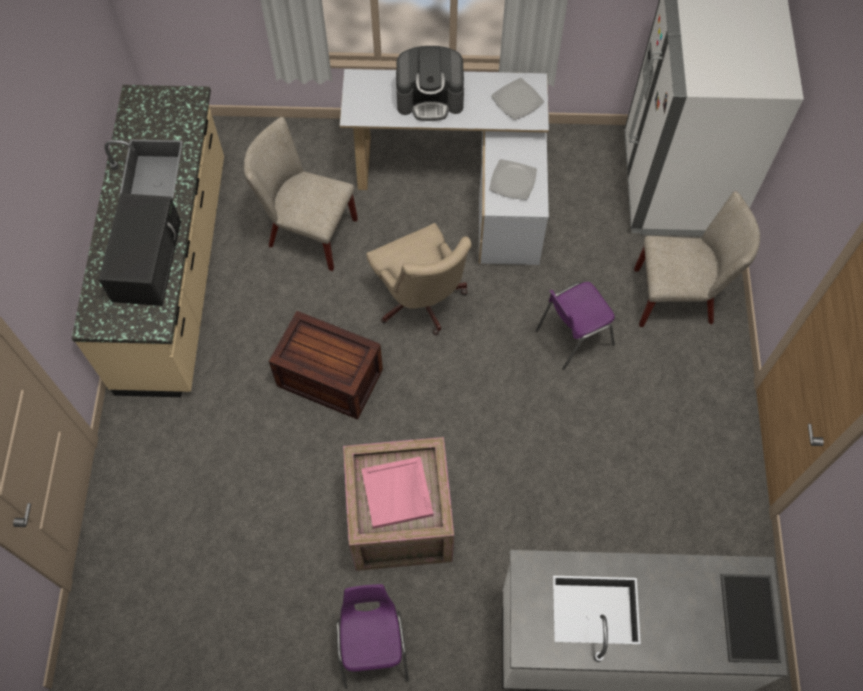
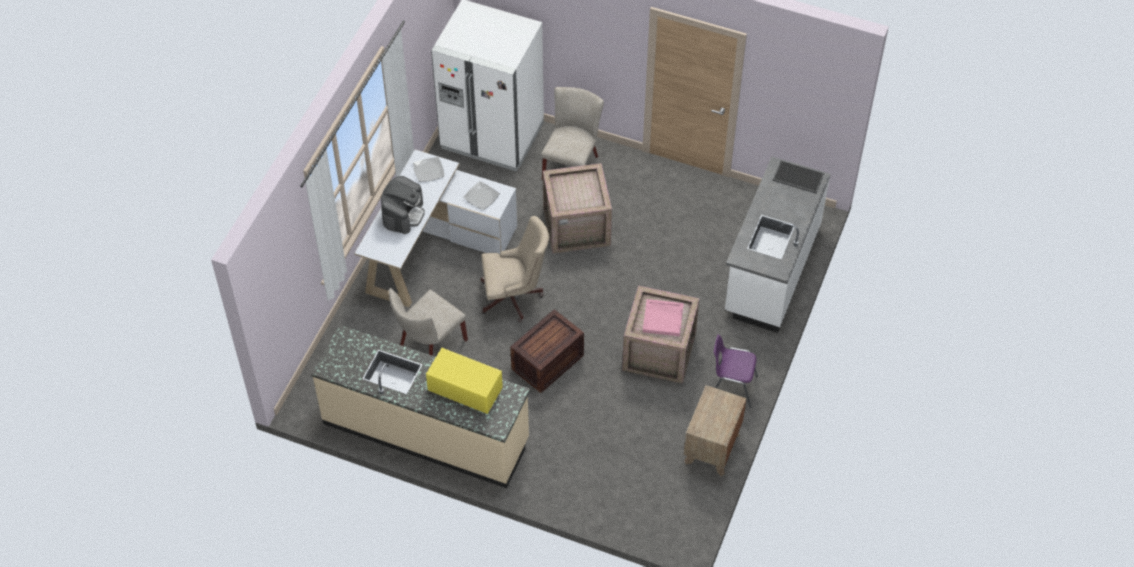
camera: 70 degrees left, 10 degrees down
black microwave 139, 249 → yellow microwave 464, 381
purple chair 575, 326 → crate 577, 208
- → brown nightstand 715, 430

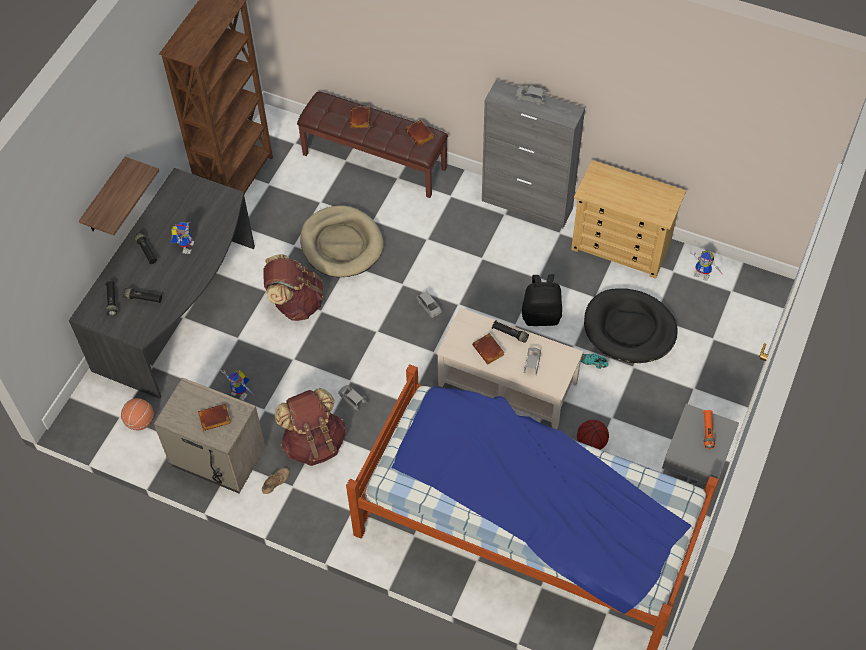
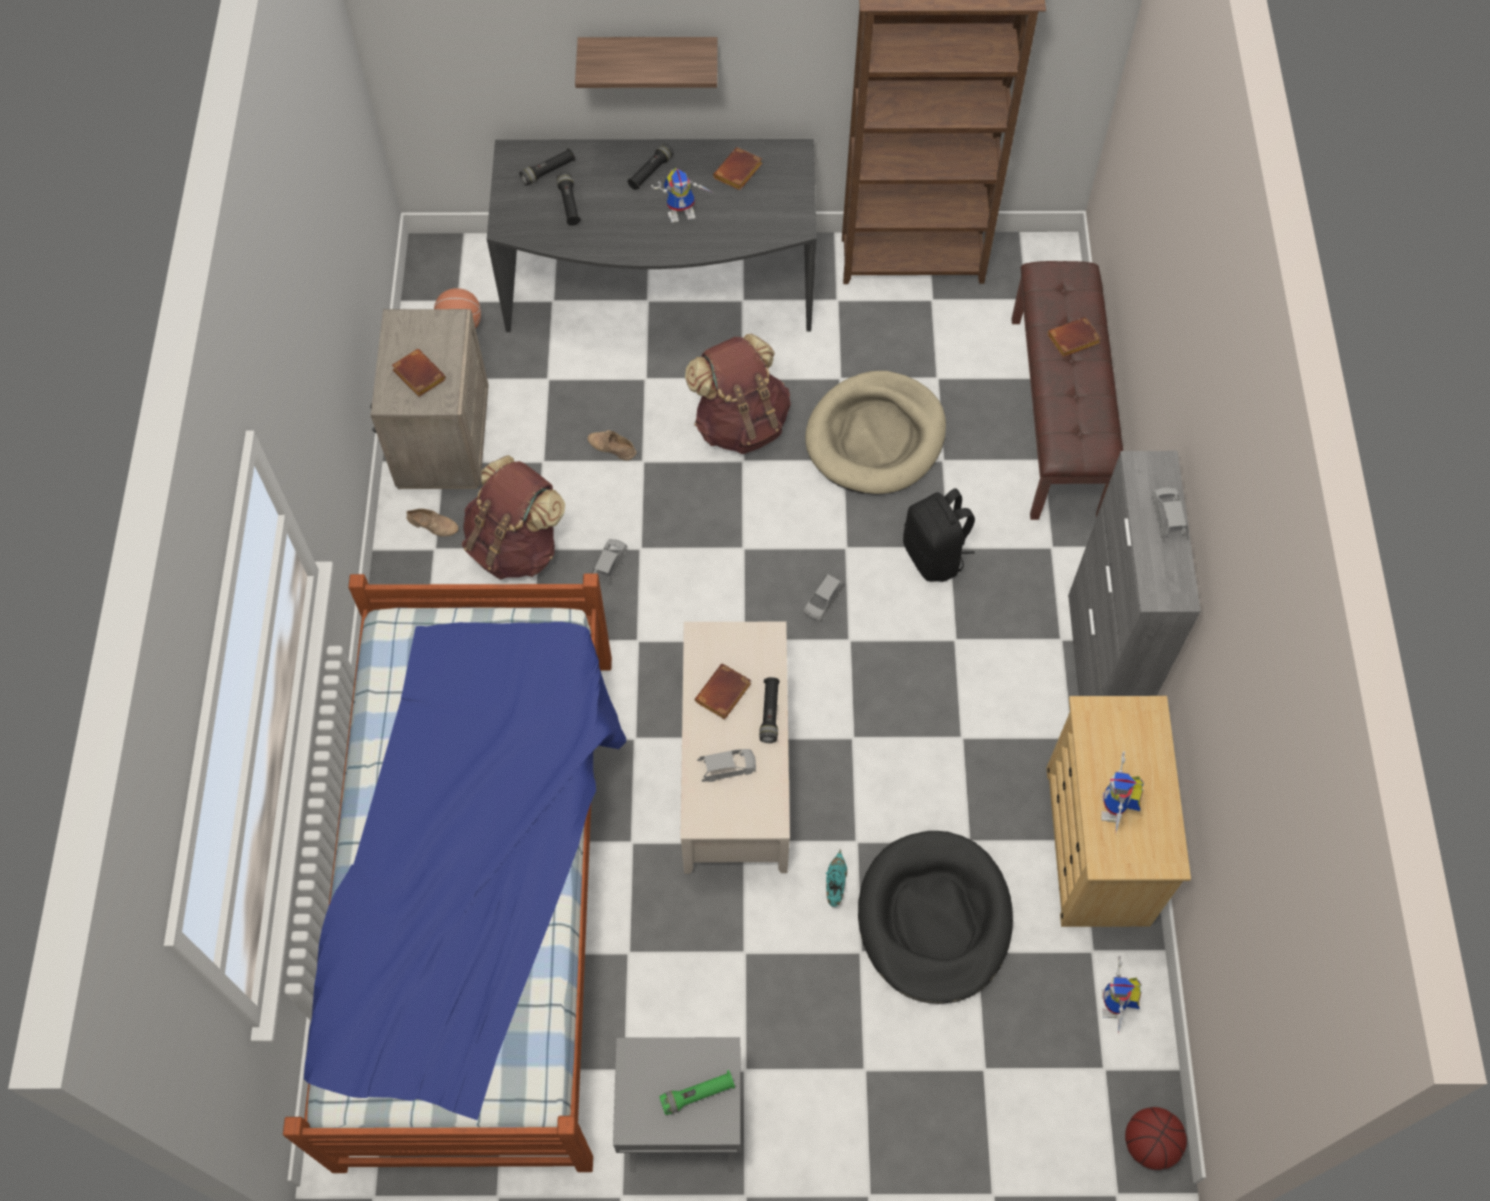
camera: 65 degrees right, 5 degrees up
toy robot 236, 385 → toy robot 1122, 793, moved
brown book 419, 133 → brown book 738, 168, moved
black backpack 542, 300 → black backpack 939, 535, moved
basketball 593, 435 → basketball 1156, 1138, moved
orange flashlight 709, 429 → green flashlight 697, 1092
- → beige shoe 612, 445

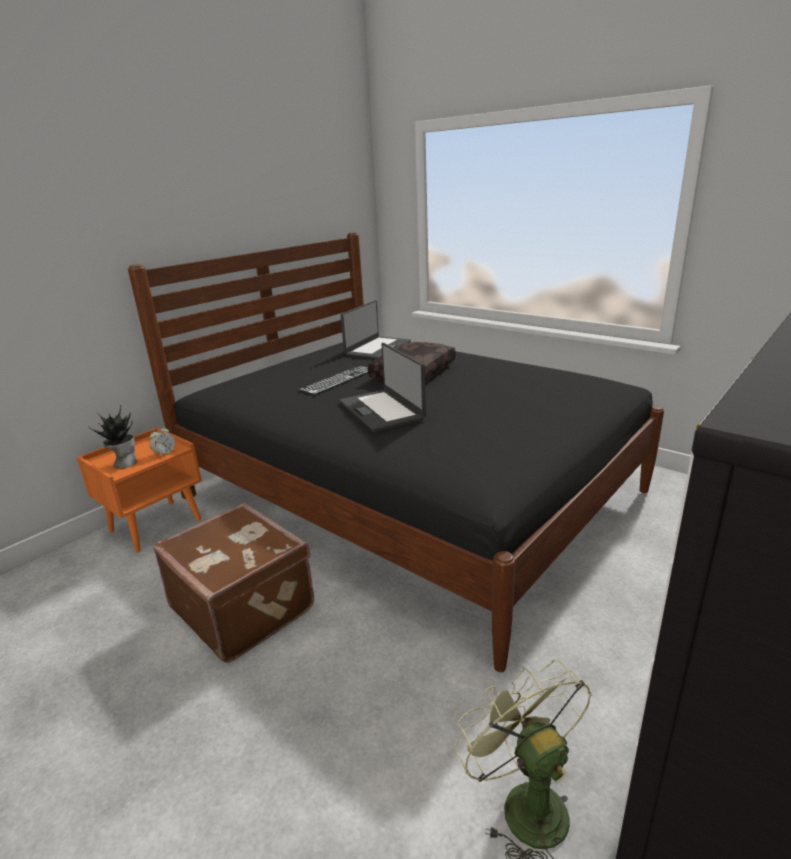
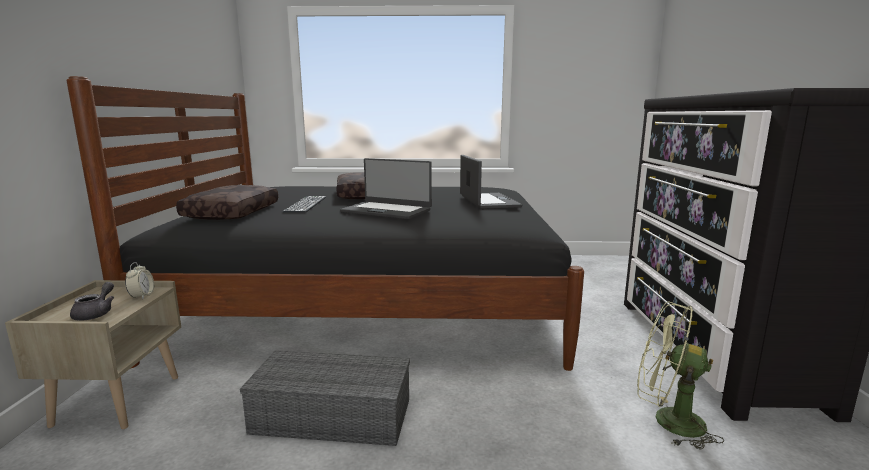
camera: 40 degrees left, 10 degrees down
orange nightstand 139, 489 → beige nightstand 93, 354
potted plant 112, 437 → grey teapot 92, 301
brown suitcase 233, 583 → grey storage box 325, 398
laptop 376, 329 → laptop 491, 182, moved
- → brown pillow 227, 202

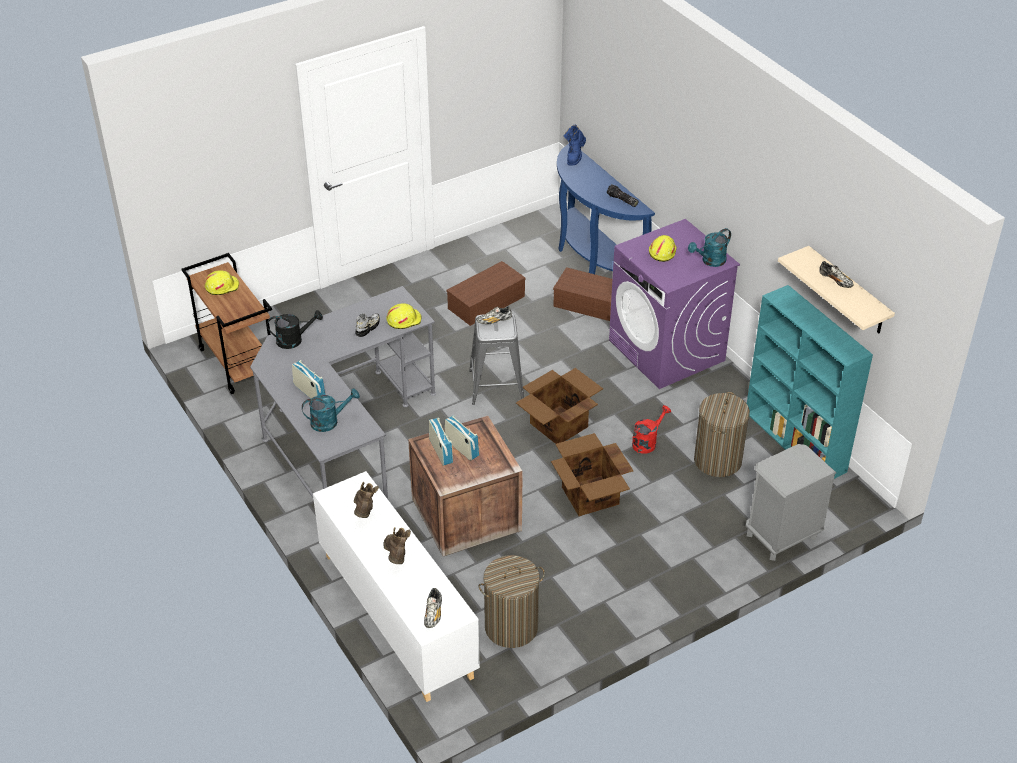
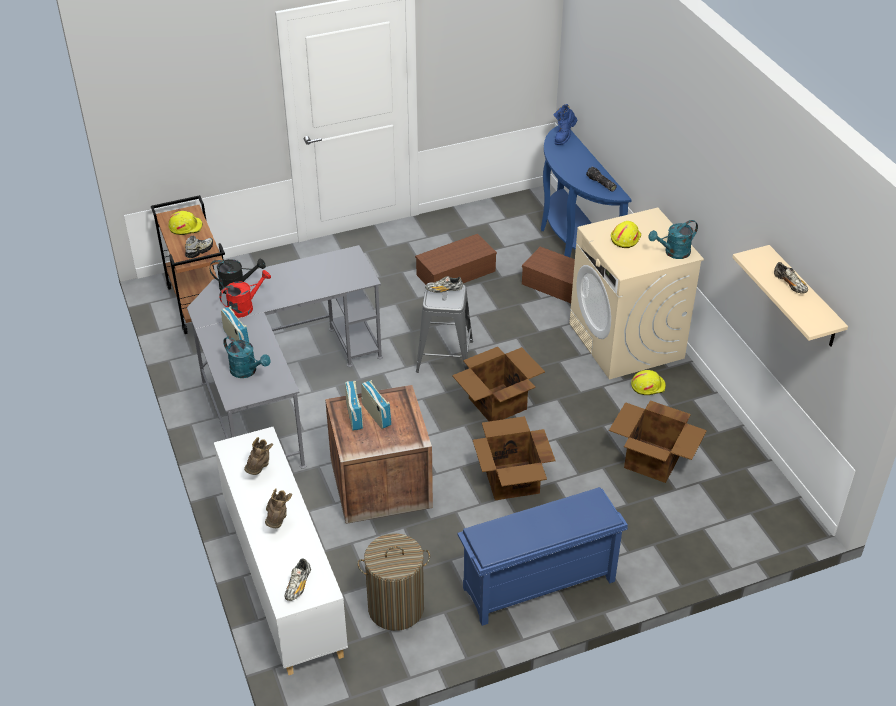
camera: 10 degrees right, 0 degrees up
turquoise watering can 331, 410 → turquoise watering can 247, 357, 45 degrees clockwise
shoe 367, 325 → shoe 199, 247, moved
yellow hard hat 403, 316 → yellow hard hat 648, 382, moved
purple washing machine 674, 304 → beige washing machine 636, 293
red watering can 651, 429 → red watering can 245, 294, moved
laundry basket 722, 434 → cardboard box 658, 441
grey nightstand 791, 502 → -
turquoise bookcase 810, 382 → -
- → blue shoe rack 542, 556

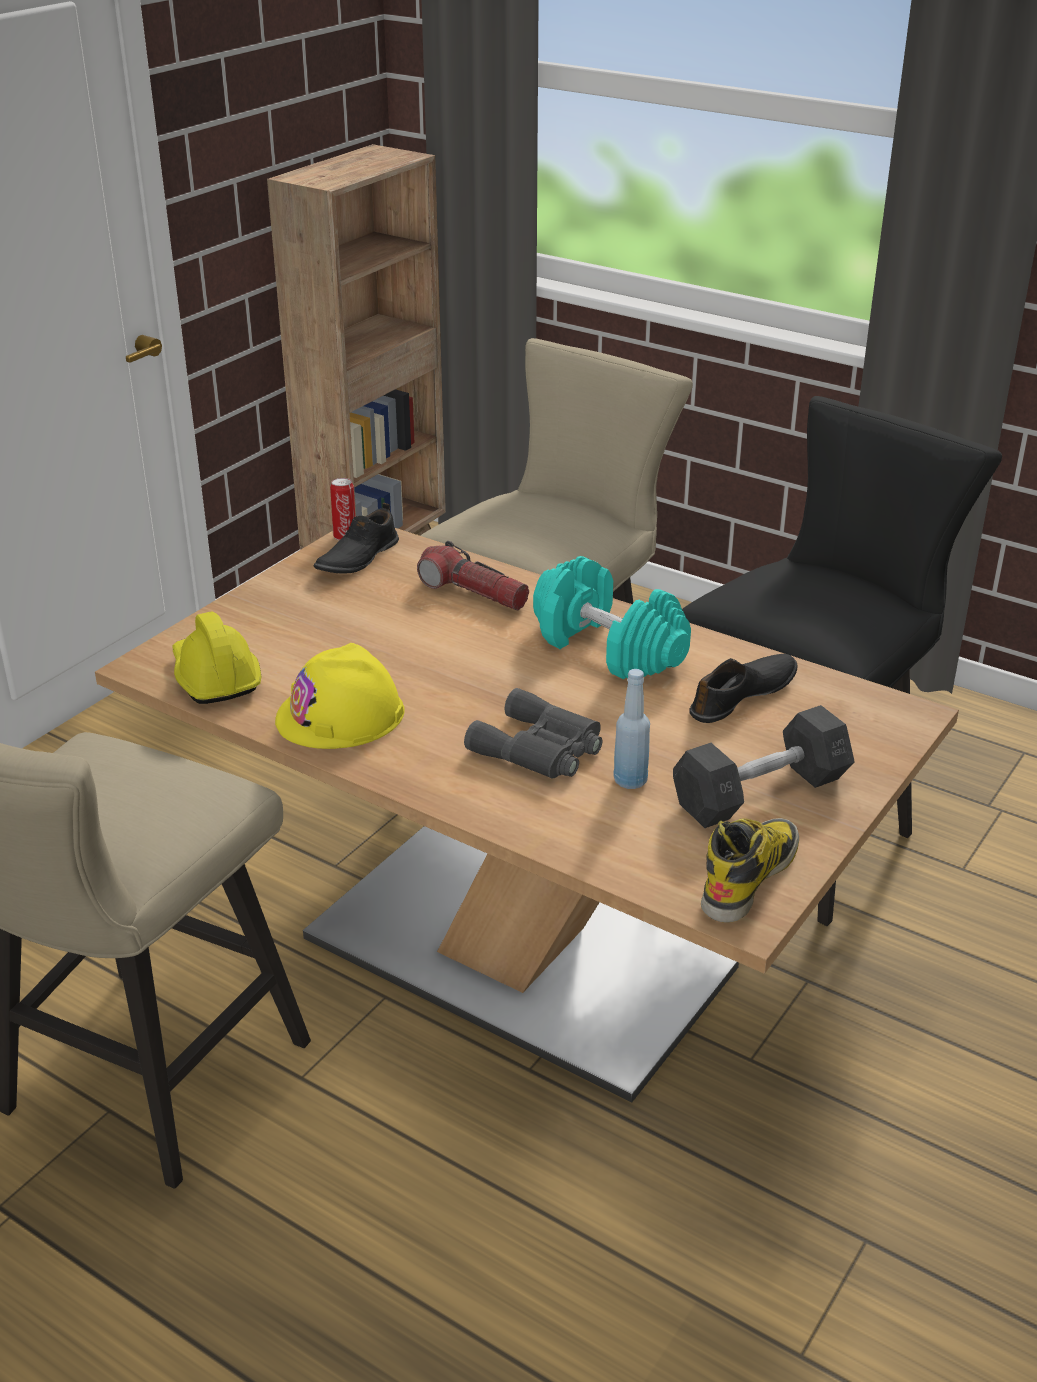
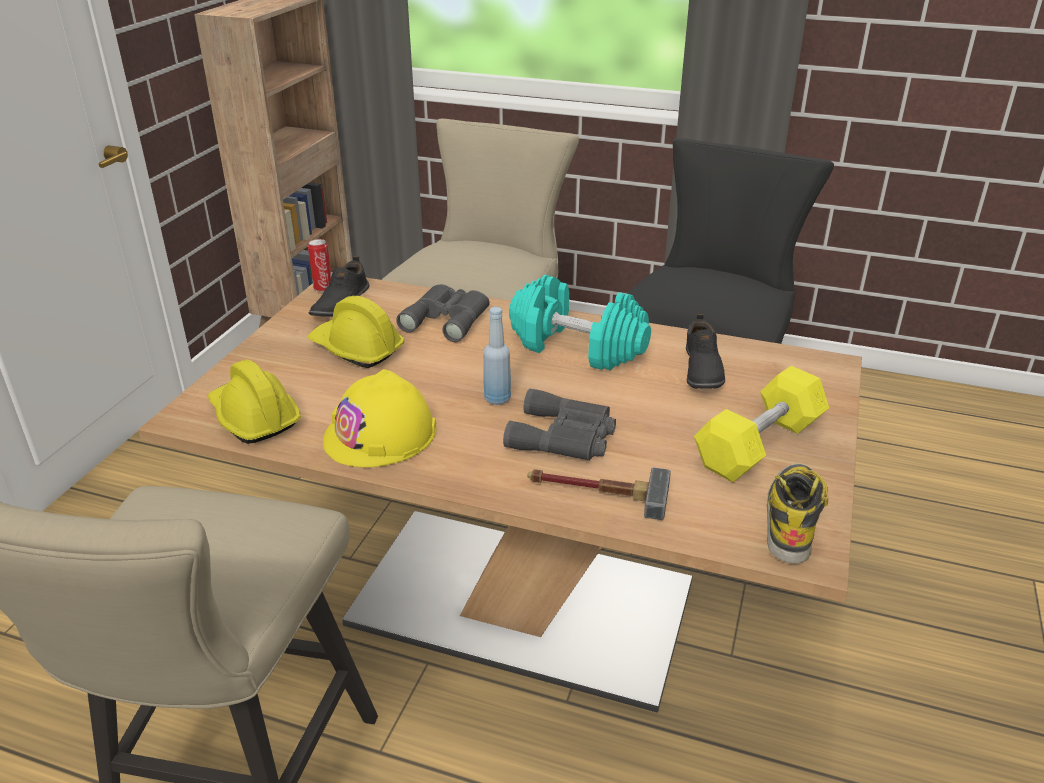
camera: 15 degrees left, 0 degrees up
flashlight 473, 575 → grey binoculars 443, 313
blue bottle 631, 729 → blue bottle 497, 356, moved
grey dumbbell 764, 766 → yellow dumbbell 761, 424
black shoe 743, 688 → black shoe 705, 351, 150 degrees clockwise
- → yellow hard hat 356, 332
- → hammer 599, 493

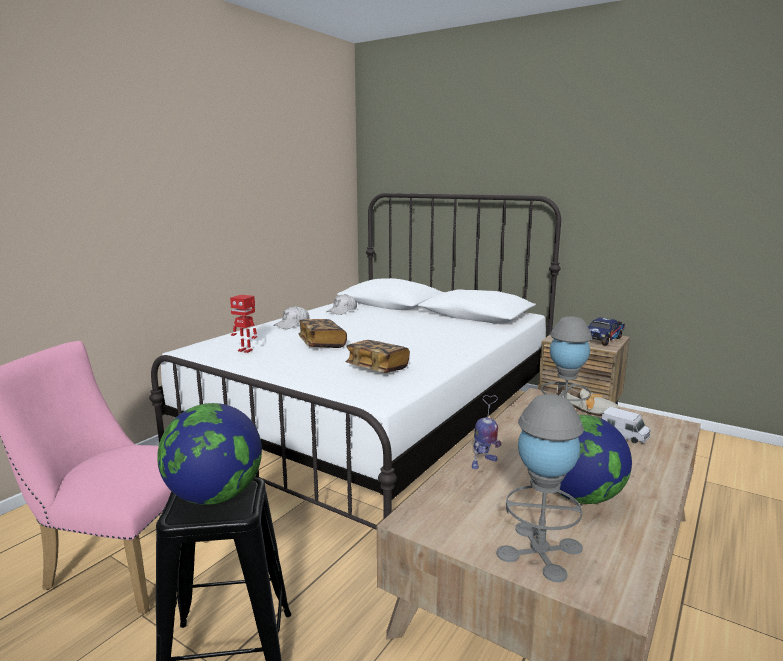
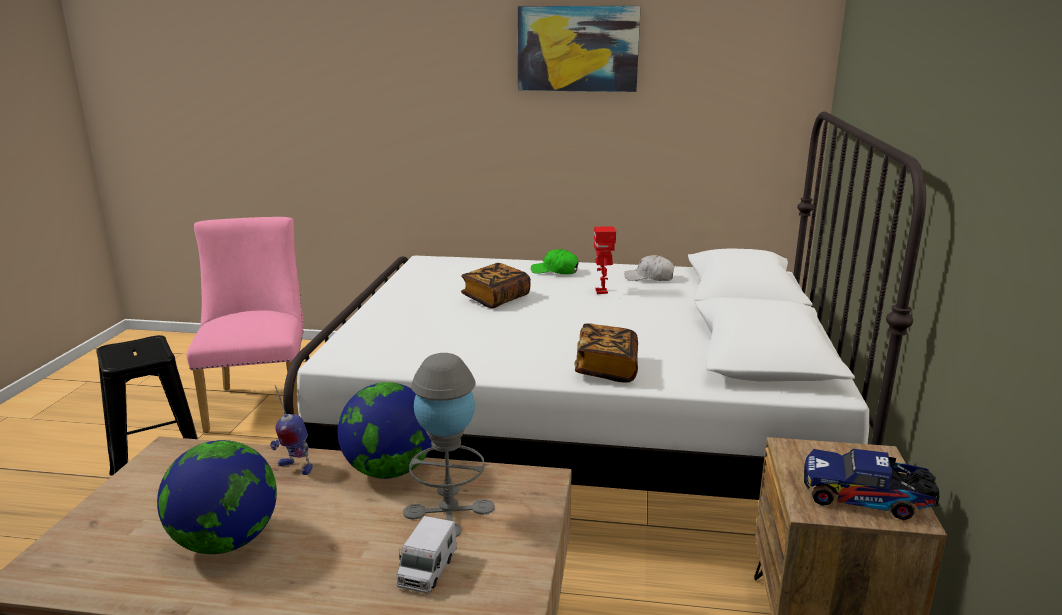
camera: 65 degrees right, 5 degrees up
globe 209, 454 → globe 385, 430, moved
toy robot 243, 324 → toy robot 605, 260, moved
white cap 291, 317 → green cap 555, 261
book 378, 356 → book 606, 353, moved
grey table lamp 540, 488 → -
shoe 587, 400 → -
- → picture 579, 49

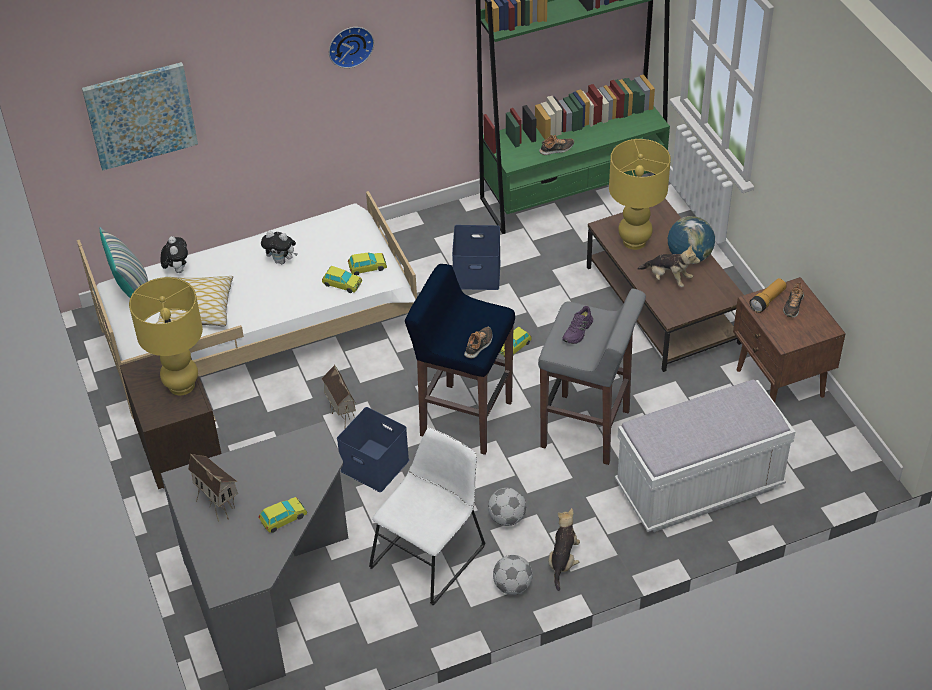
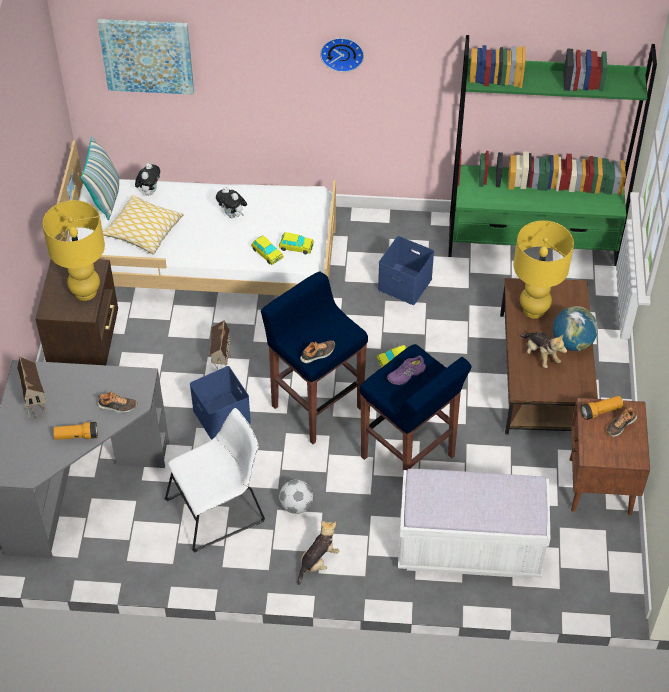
camera: 25 degrees right, 5 degrees up
toy car 283, 515 → flashlight 75, 431
football 513, 575 → -
grey stool 592, 377 → blue stool 415, 407
shoe 556, 145 → shoe 117, 402, moved

